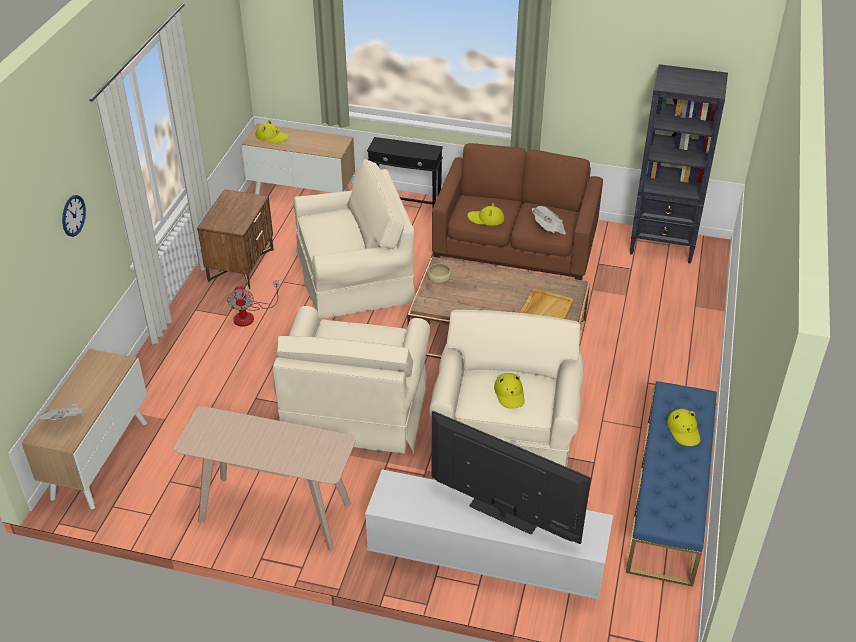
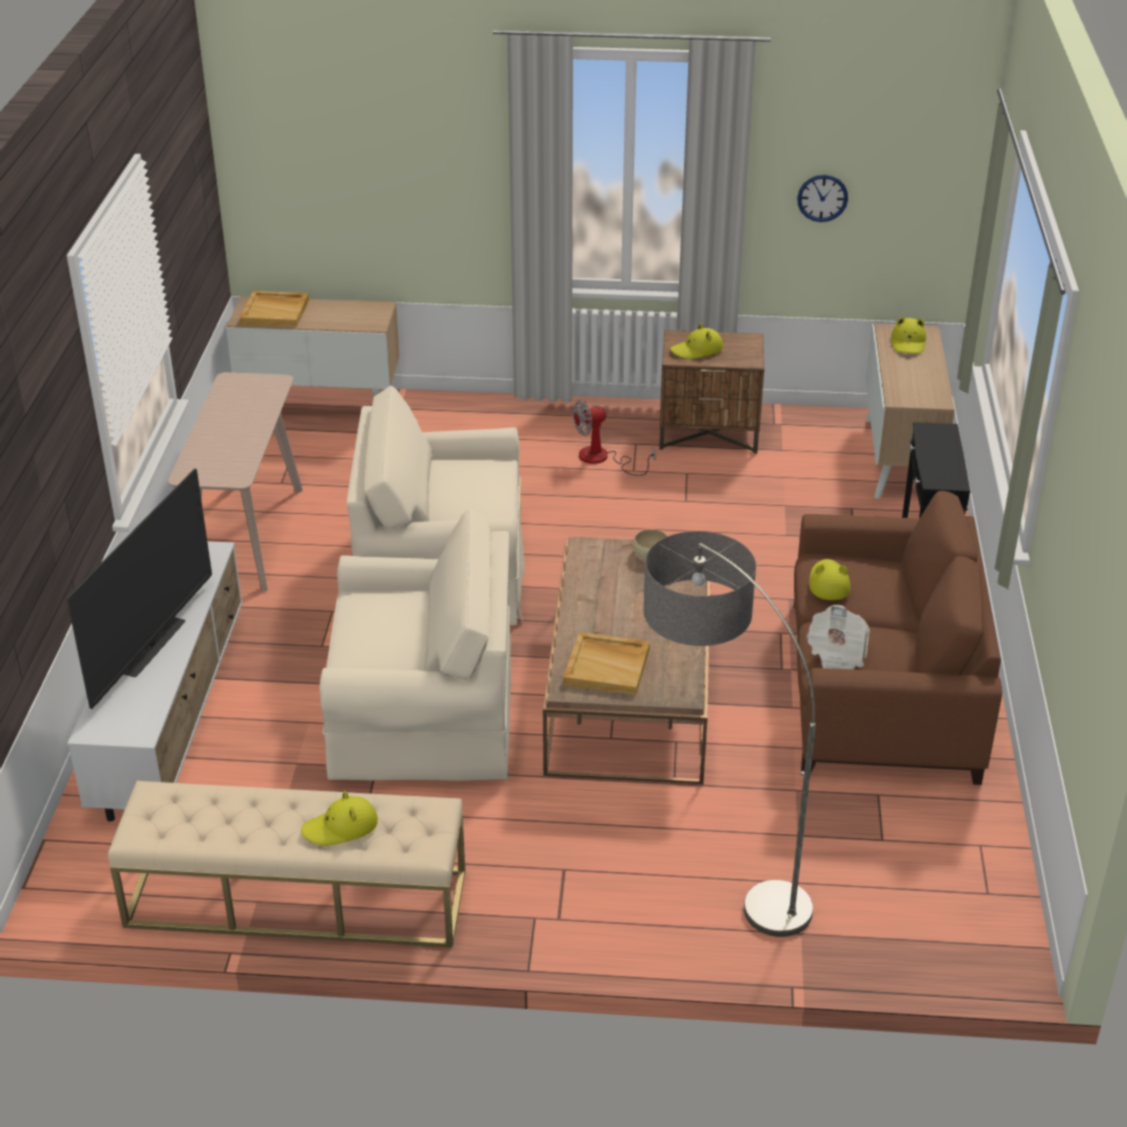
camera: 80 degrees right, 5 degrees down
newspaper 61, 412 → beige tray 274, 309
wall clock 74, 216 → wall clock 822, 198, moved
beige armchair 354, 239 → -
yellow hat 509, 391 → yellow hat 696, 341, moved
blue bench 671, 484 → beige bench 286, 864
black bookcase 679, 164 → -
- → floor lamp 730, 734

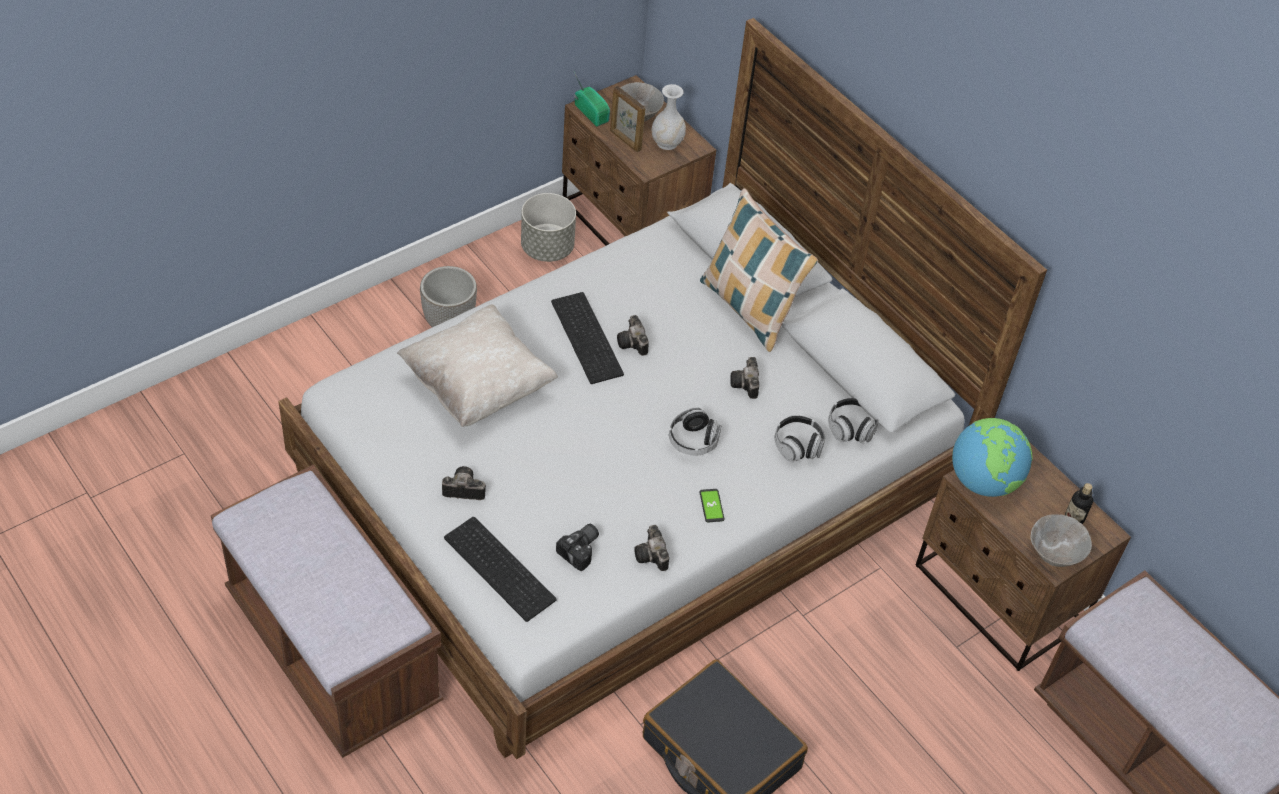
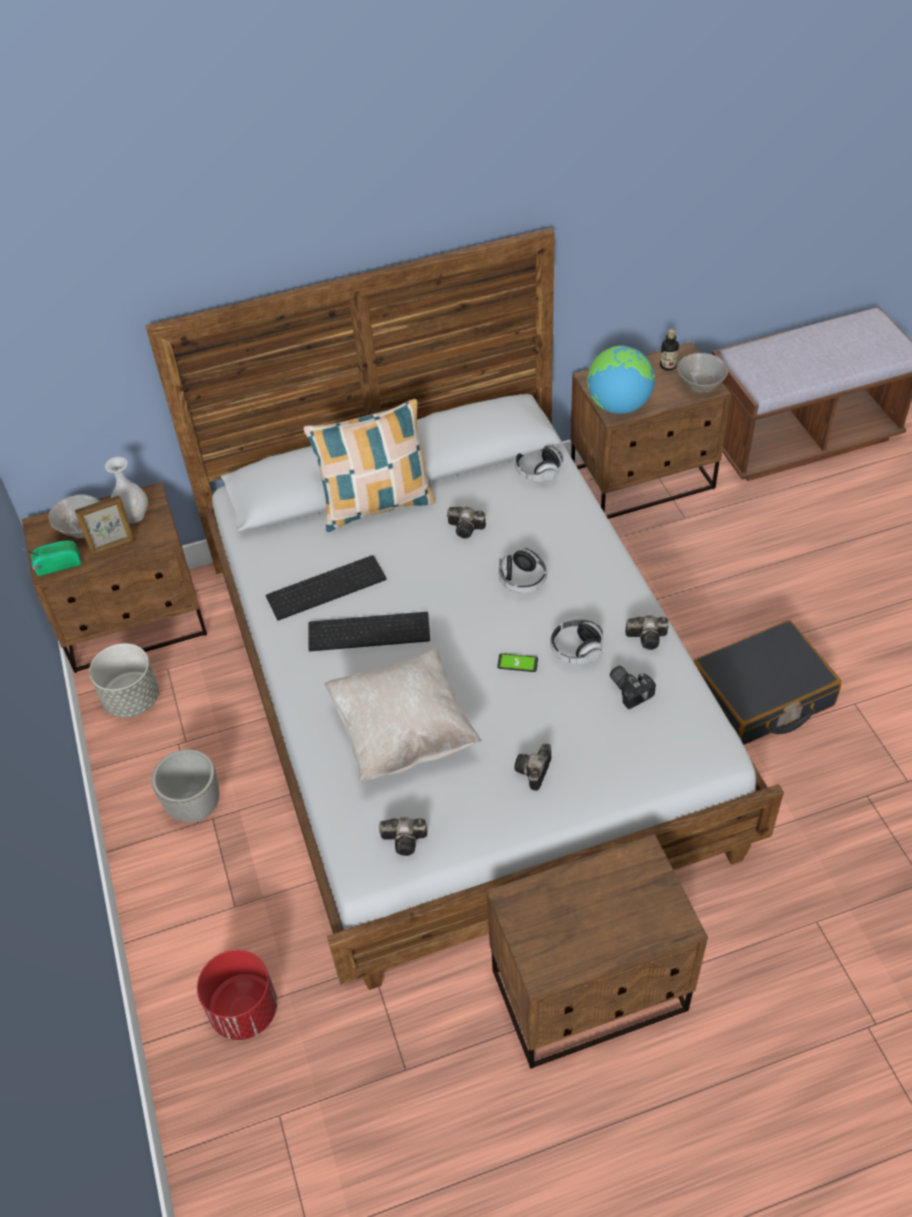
camera: 65 degrees left, 0 degrees up
brown bench 327, 611 → brown nightstand 597, 951
keyboard 500, 569 → keyboard 326, 587, moved
photo camera 633, 335 → photo camera 403, 836, moved
phone 712, 505 → phone 517, 662, moved
headphones 800, 438 → headphones 577, 642, moved
- → red planter 237, 995

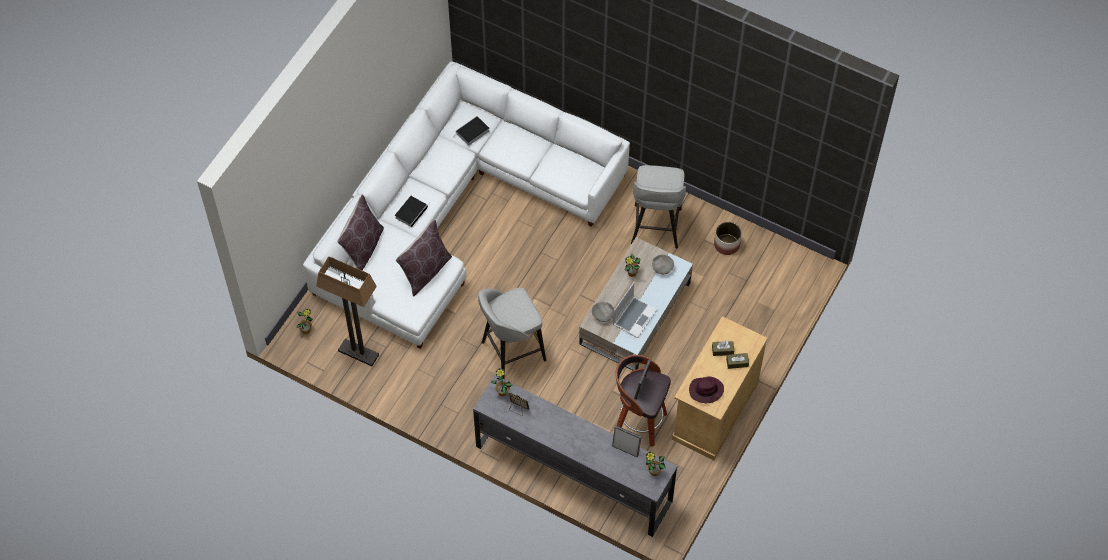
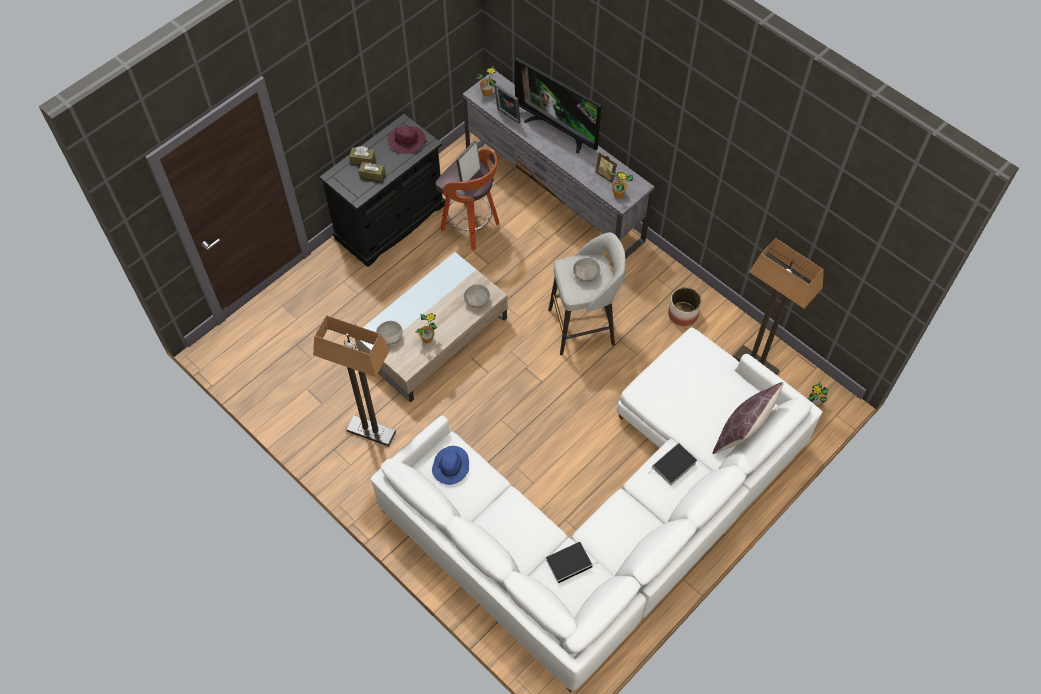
camera: 165 degrees left, 0 degrees up
brown pillow 424, 258 → -
laptop 635, 310 → -
grey stool 658, 206 → floor lamp 354, 380
beige cabinet 720, 388 → black cabinet 382, 190
planter 728, 238 → planter 685, 306, moved
- → blue hat 450, 465
- → television 558, 106
- → grey bowl 586, 270

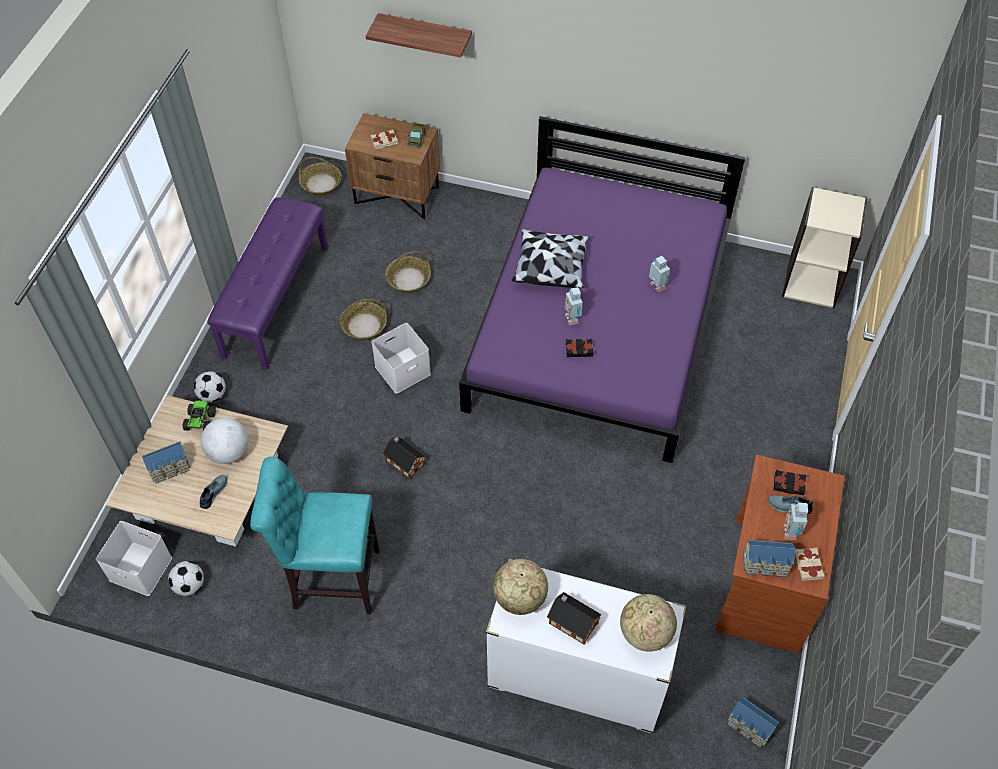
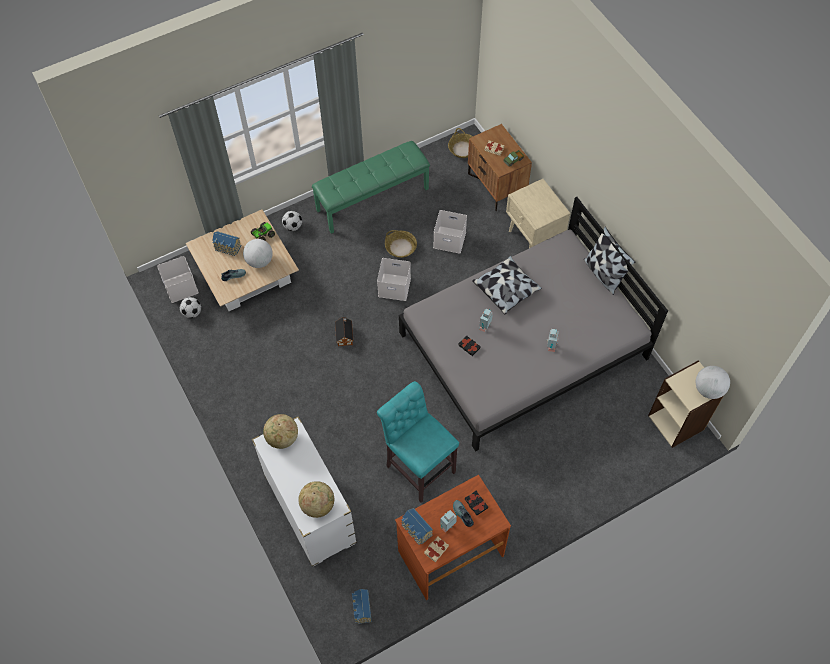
camera: 45 degrees right, 5 degrees up
purple bench 267, 283 → green bench 371, 187
turquoise stool 315, 535 → turquoise stool 418, 442, moved
shelf 419, 35 → -
basket 408, 272 → white storage box 450, 232
purple bed 602, 289 → grey bed 533, 324
toy house 574, 618 → -
- → beige nightstand 538, 213
- → pillow 609, 260
- → globe 713, 382

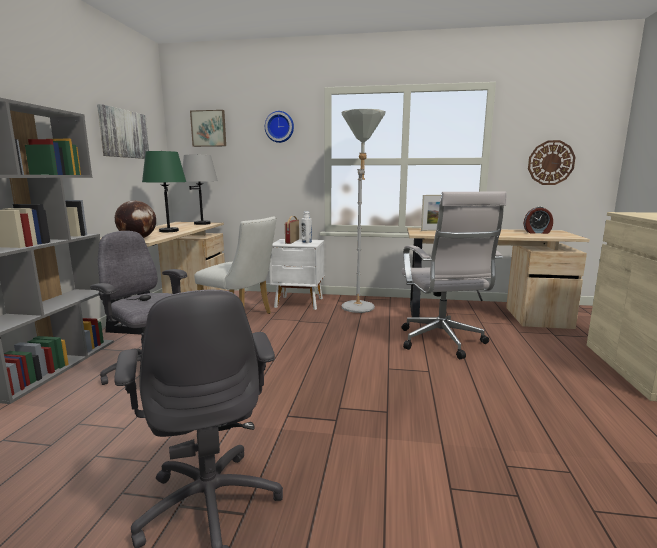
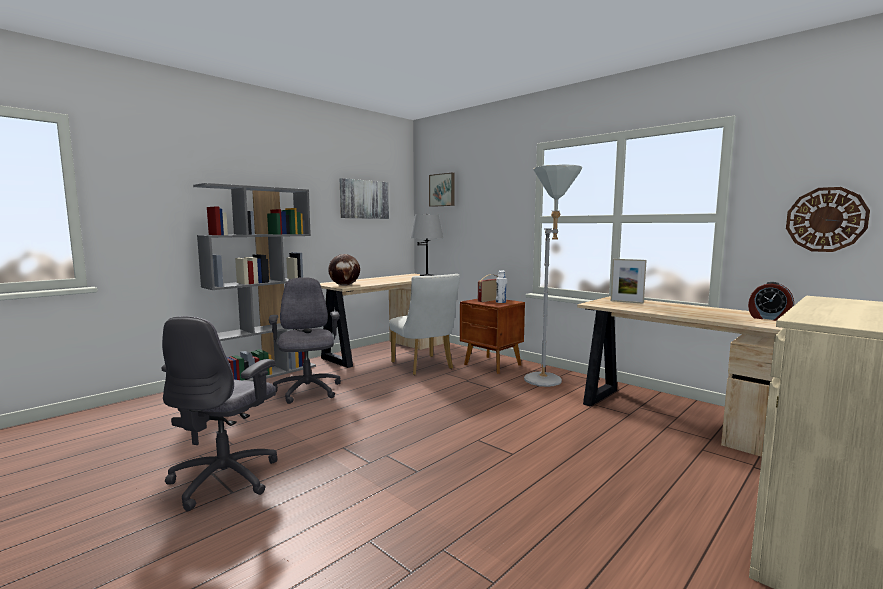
camera: 35 degrees right, 5 degrees down
green table lamp 164, 191 → -
wall clock 279, 127 → -
white nightstand 296, 274 → brown nightstand 492, 336
white office chair 454, 275 → -

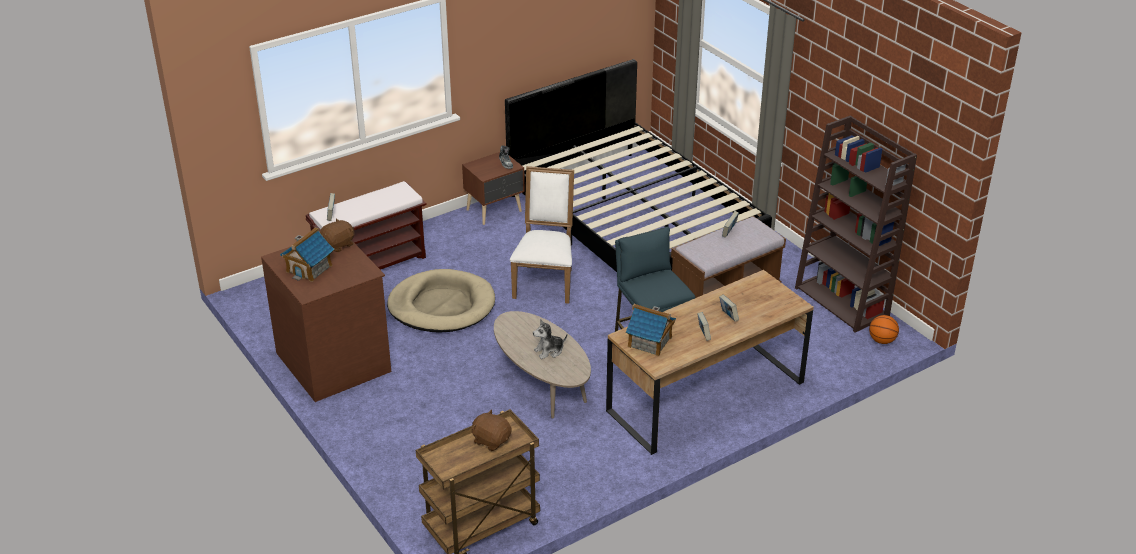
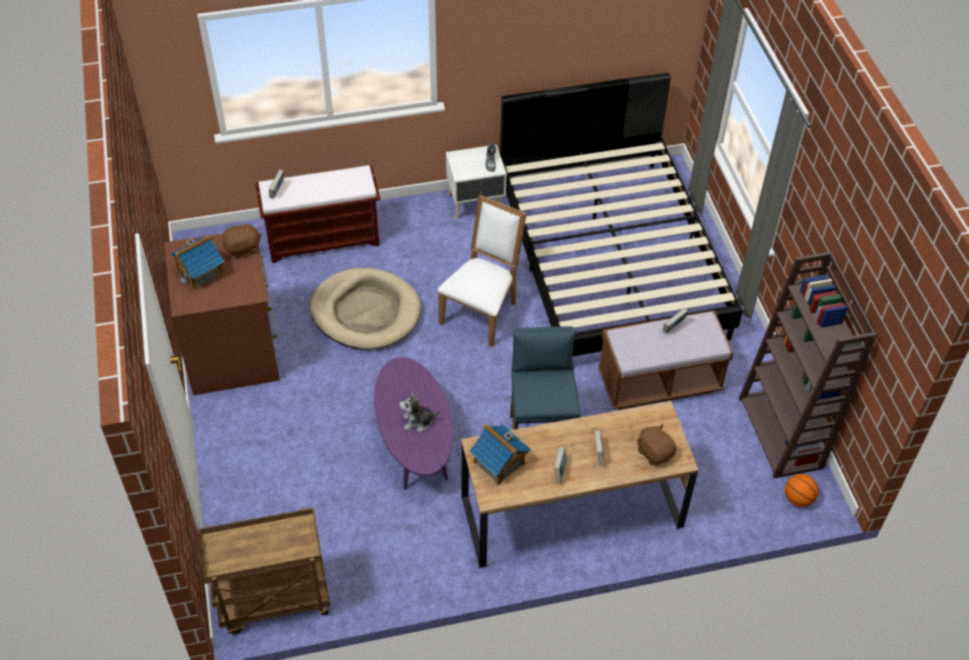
camera: 20 degrees right, 15 degrees up
brown nightstand 493, 188 → white nightstand 476, 182
brown plush toy 492, 430 → brown plush toy 657, 445, moved
beige coffee table 542, 365 → purple coffee table 413, 423

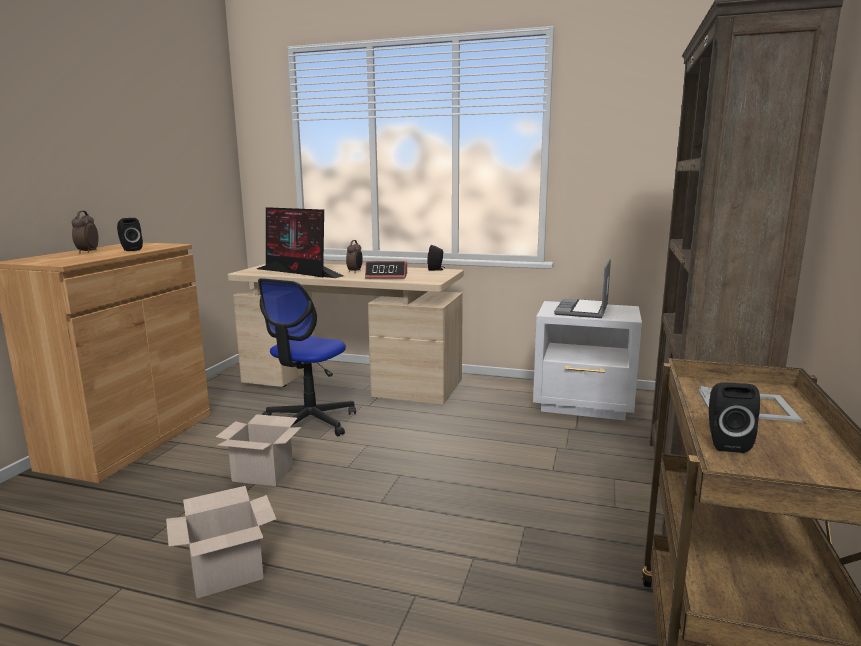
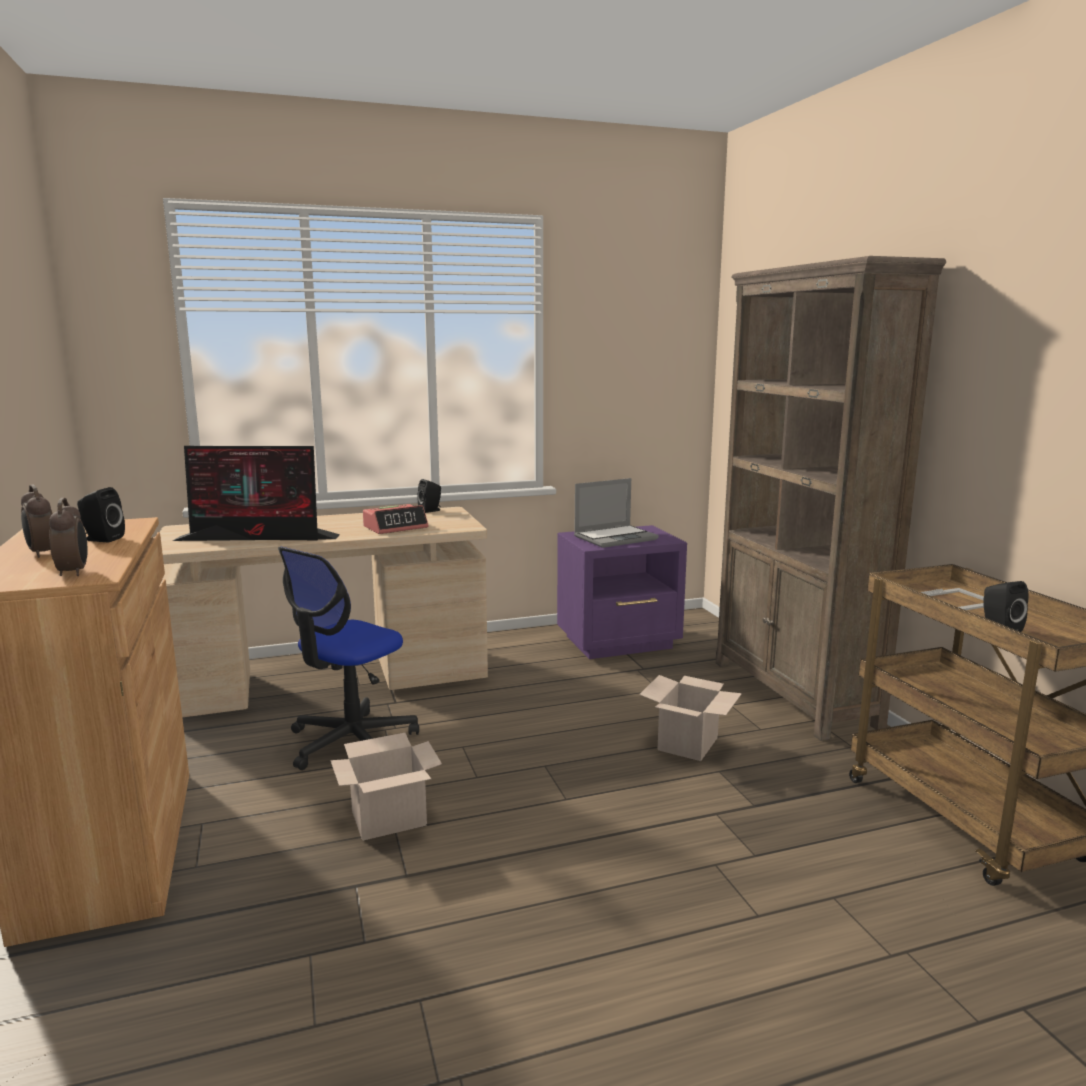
camera: 35 degrees left, 0 degrees up
cardboard box 221, 542 → cardboard box 690, 718, moved
office chair 307, 357 → office chair 348, 658, 45 degrees clockwise
alarm clock 354, 256 → alarm clock 68, 537, moved
white nightstand 587, 361 → purple nightstand 622, 592
laptop 582, 288 → laptop 616, 513, 105 degrees counterclockwise

